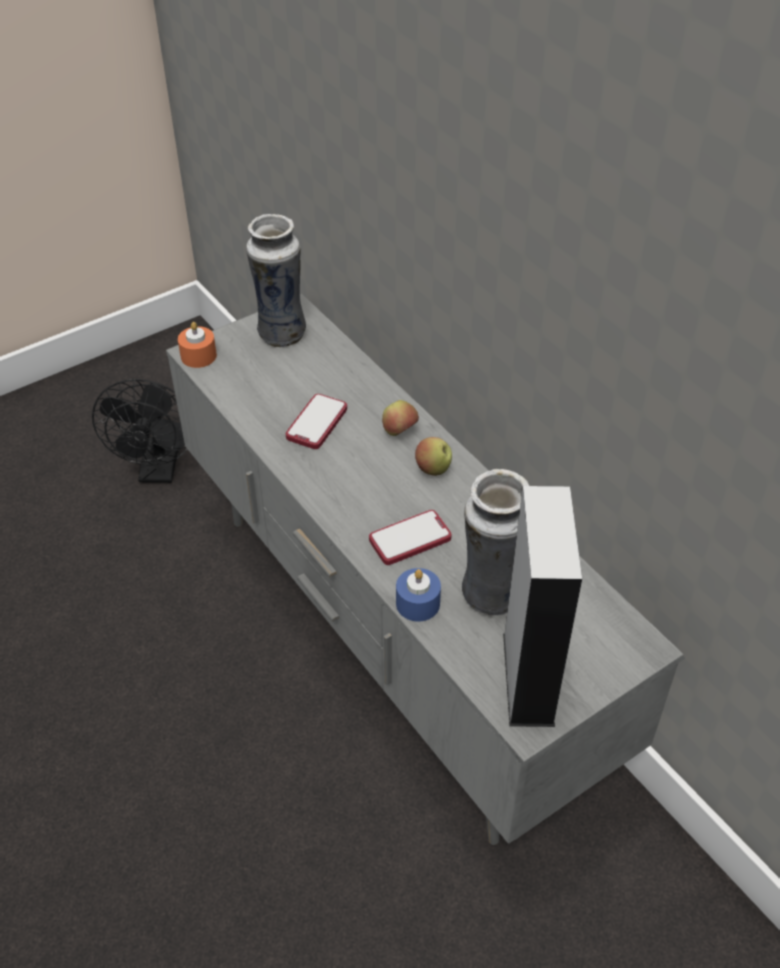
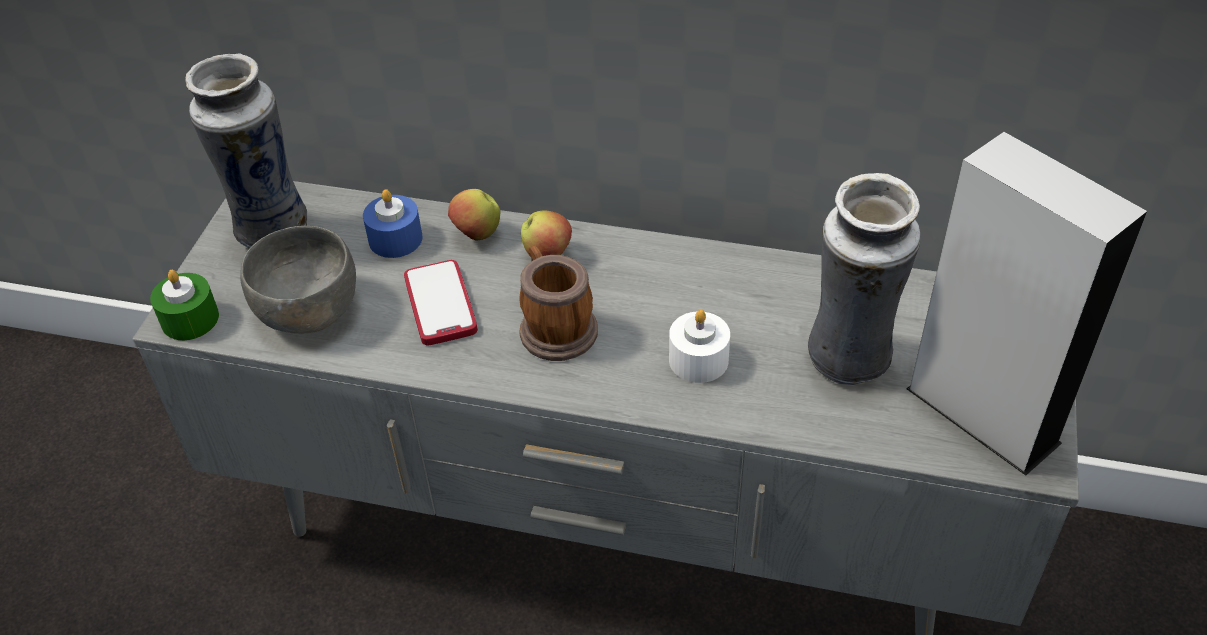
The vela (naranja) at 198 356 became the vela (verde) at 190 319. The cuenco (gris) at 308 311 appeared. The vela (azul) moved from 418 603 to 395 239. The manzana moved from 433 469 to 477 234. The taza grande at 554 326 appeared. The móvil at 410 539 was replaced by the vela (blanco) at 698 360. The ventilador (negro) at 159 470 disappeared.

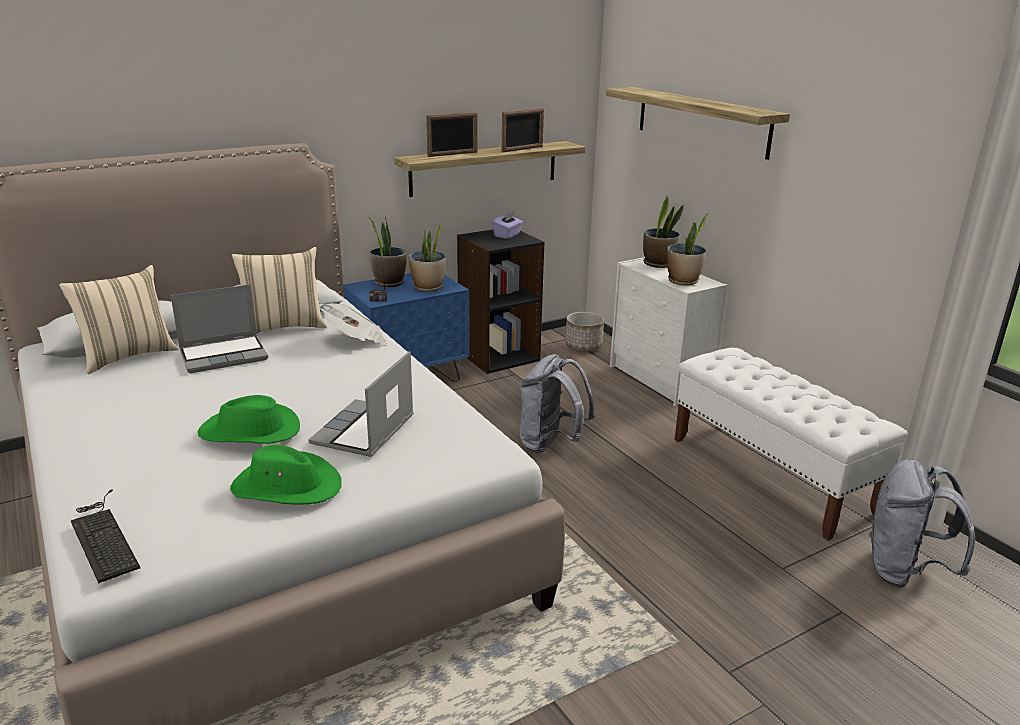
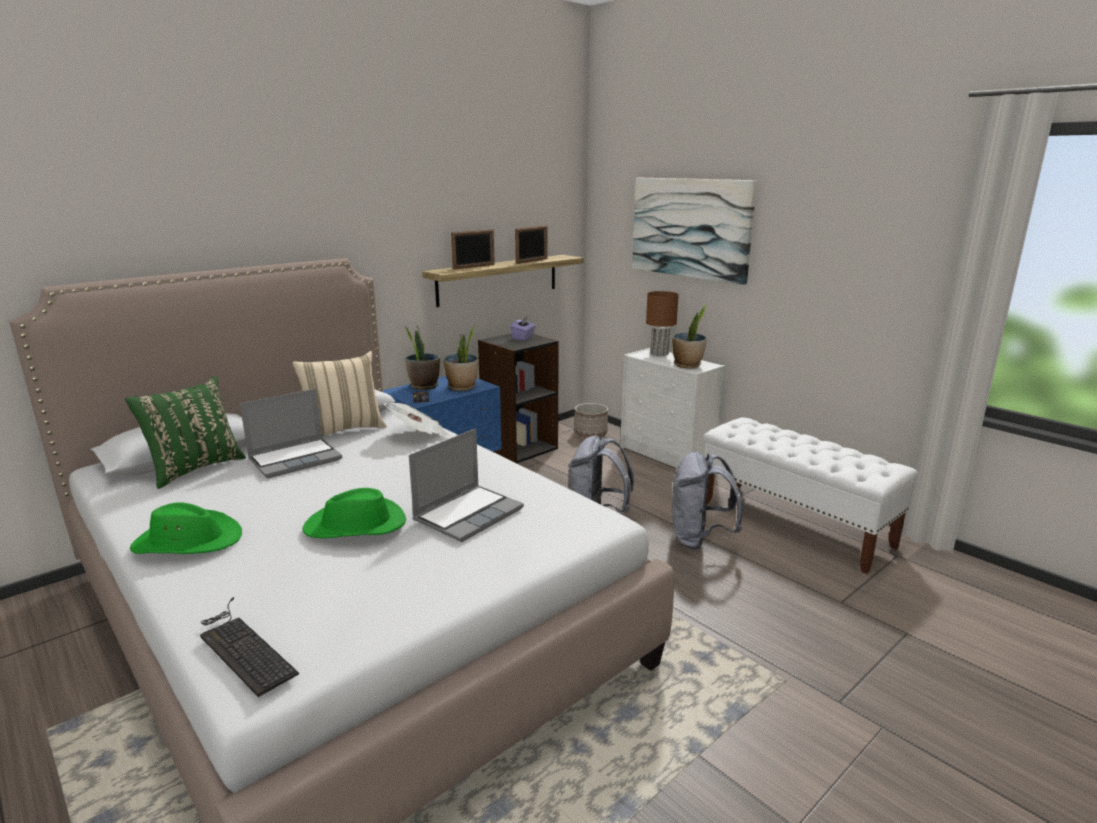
The cojín (beis) at 128 356 became the cojín (verde) at 195 469. The sombrero (verde) moved from 287 486 to 188 541. The portátil at 364 431 turned 150 degrees counterclockwise. The estante at 701 121 was replaced by the cuadro at 690 228. The planta en maceta at 658 264 was replaced by the lámpara de mesa (marrón) at 658 353. The mochila (gris) moved from 904 571 to 700 539.

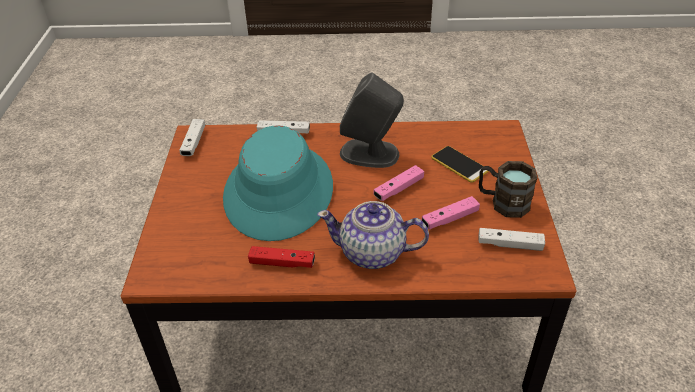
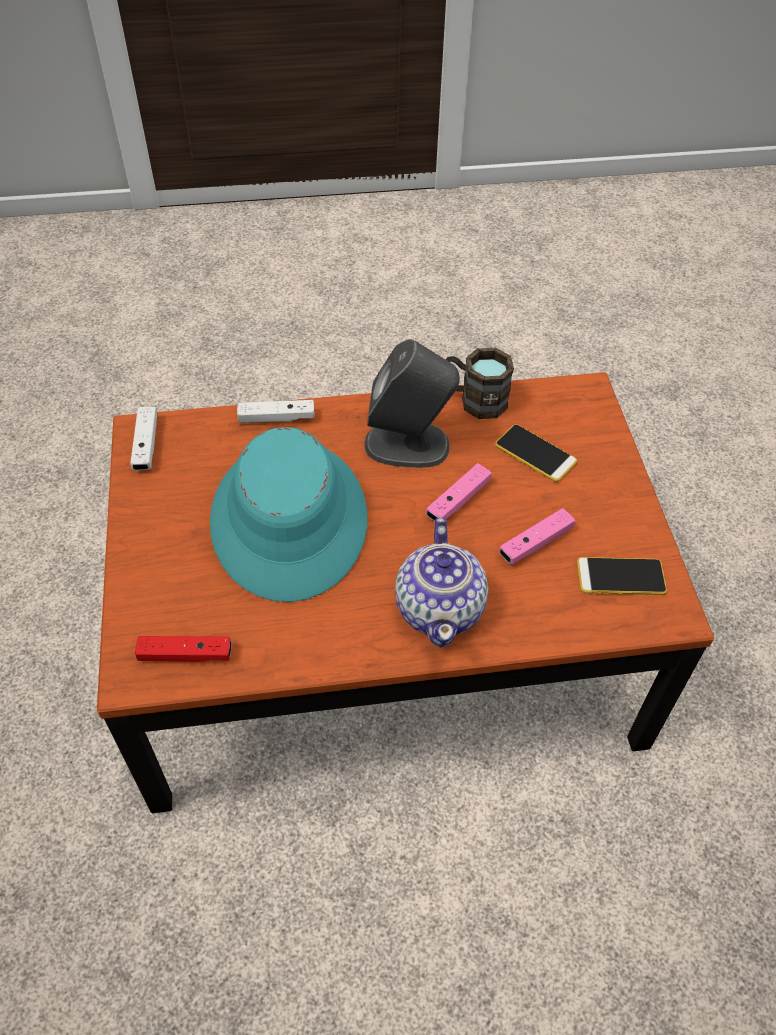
The mando de consola (rojo) moved from 282 263 to 185 655. The tetera at 373 253 turned 90 degrees counterclockwise. The taza grande (marrón) moved from 502 202 to 474 400. The mando de consola (blanco) at 510 244 was replaced by the móvil at 621 577.

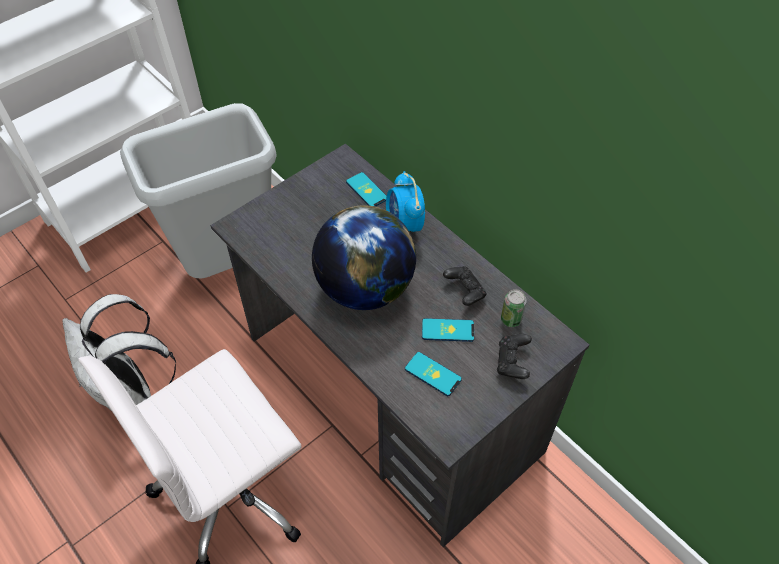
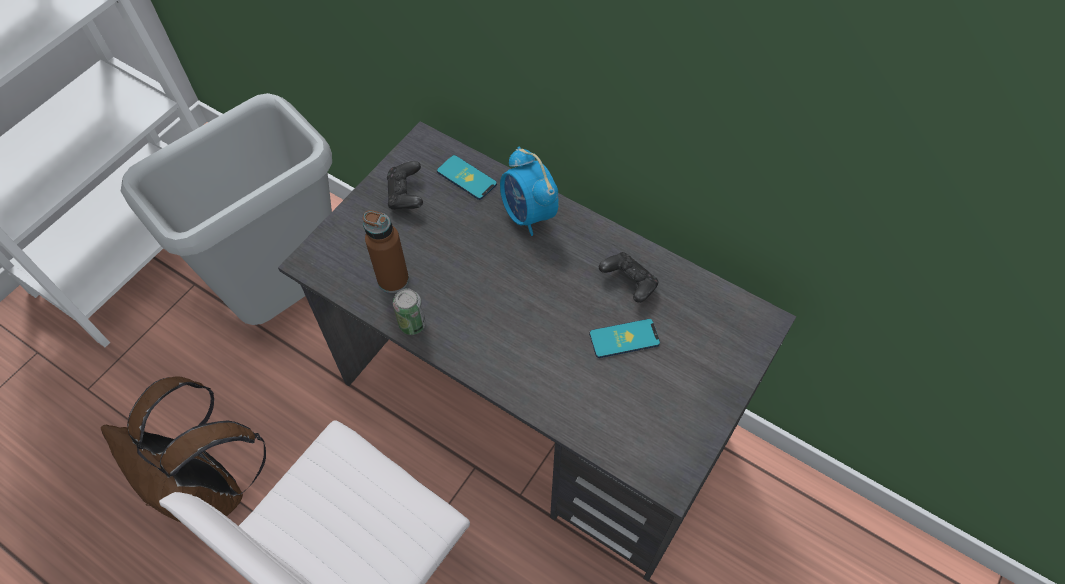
The mochila (blanco) at 131 392 became the mochila (marrón) at 211 489. The botella (marrón) at 393 280 appeared. The mando de consola (negro) moved from 512 362 to 406 195. The lata moved from 511 319 to 412 324. The globo terráqueo at 365 288 disappeared. The móvil at 433 374 disappeared.

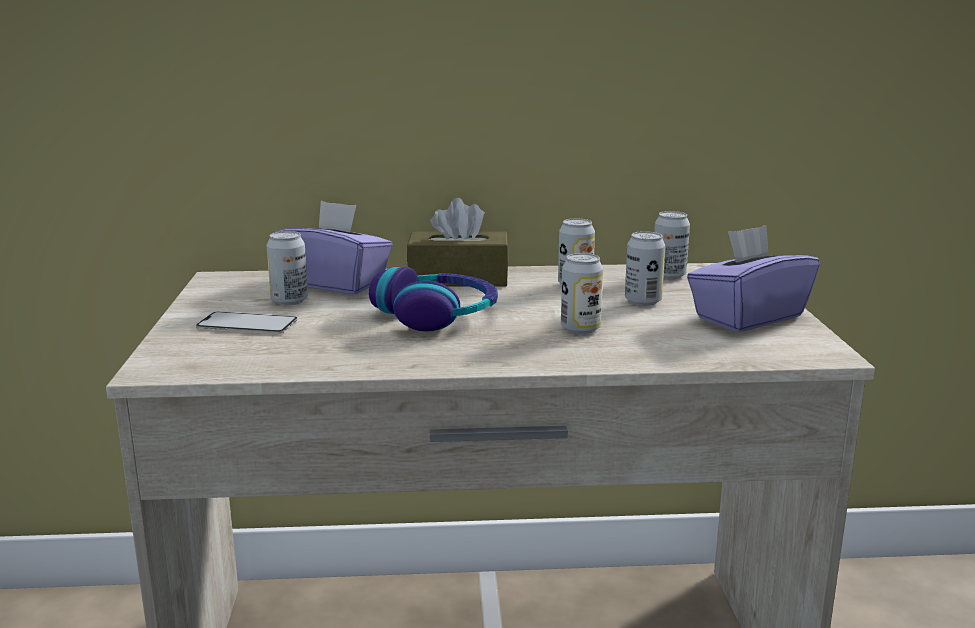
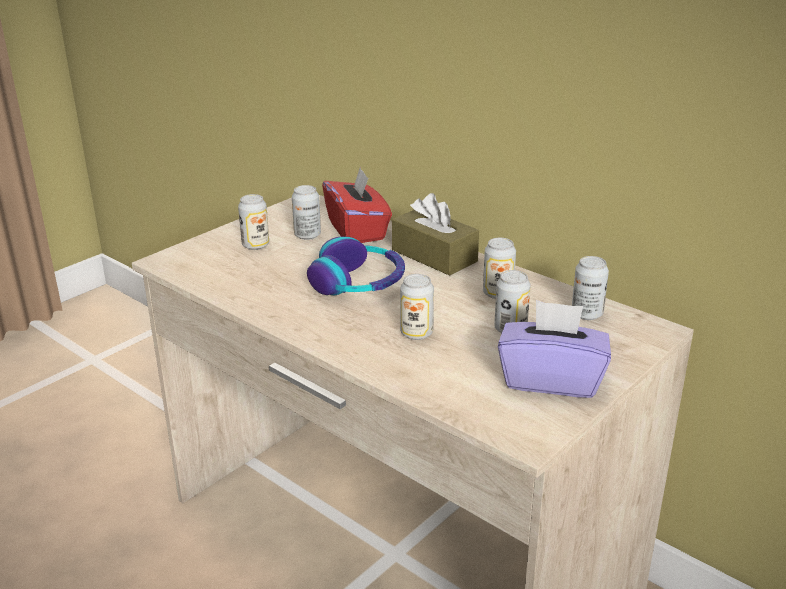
The móvil at 247 324 was replaced by the lata at 255 245. The caja de pañuelos (morado) at 336 283 became the caja de pañuelos (rojo) at 357 230.

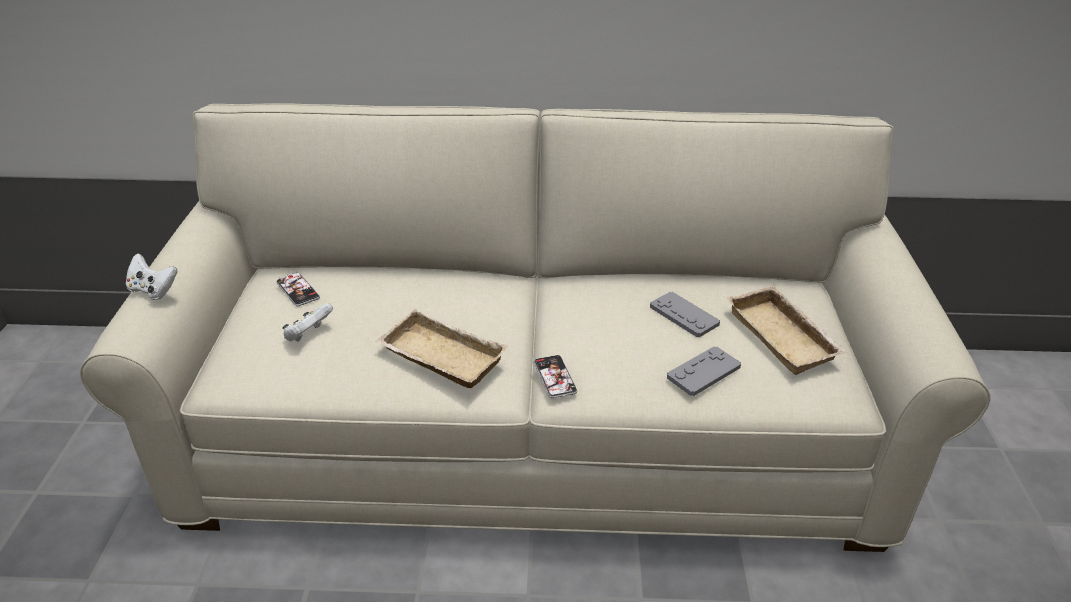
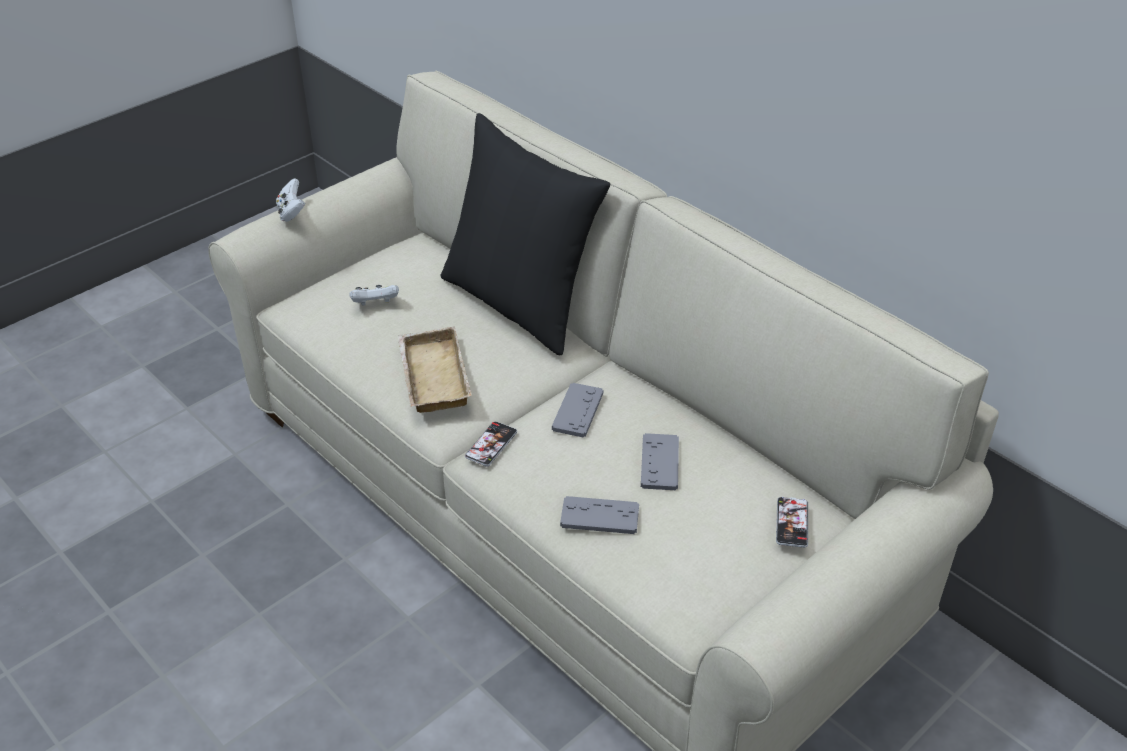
The cojín (negro) at 518 304 appeared. The mando de consola (gris) at 577 411 appeared. The móvil moved from 298 290 to 792 523. The bandeja (beis) at 785 336 disappeared.

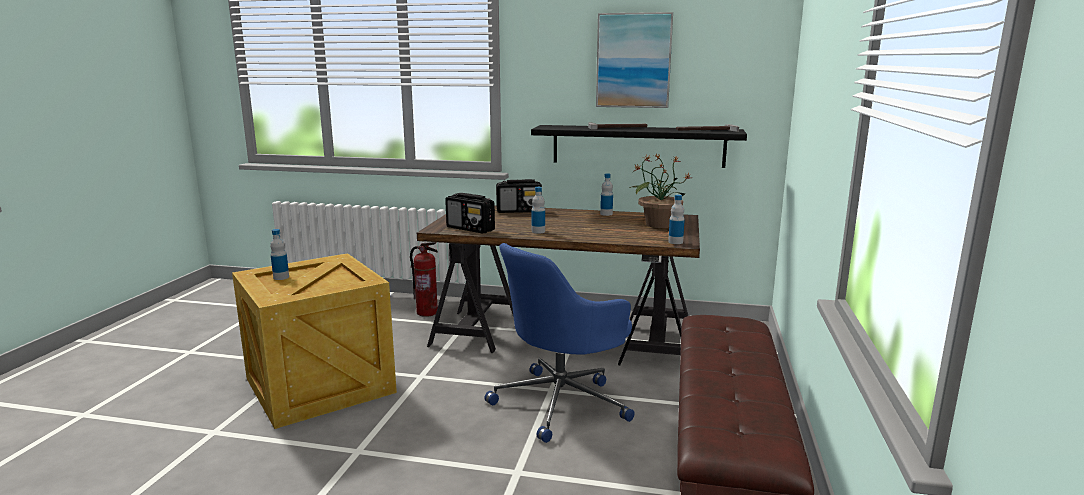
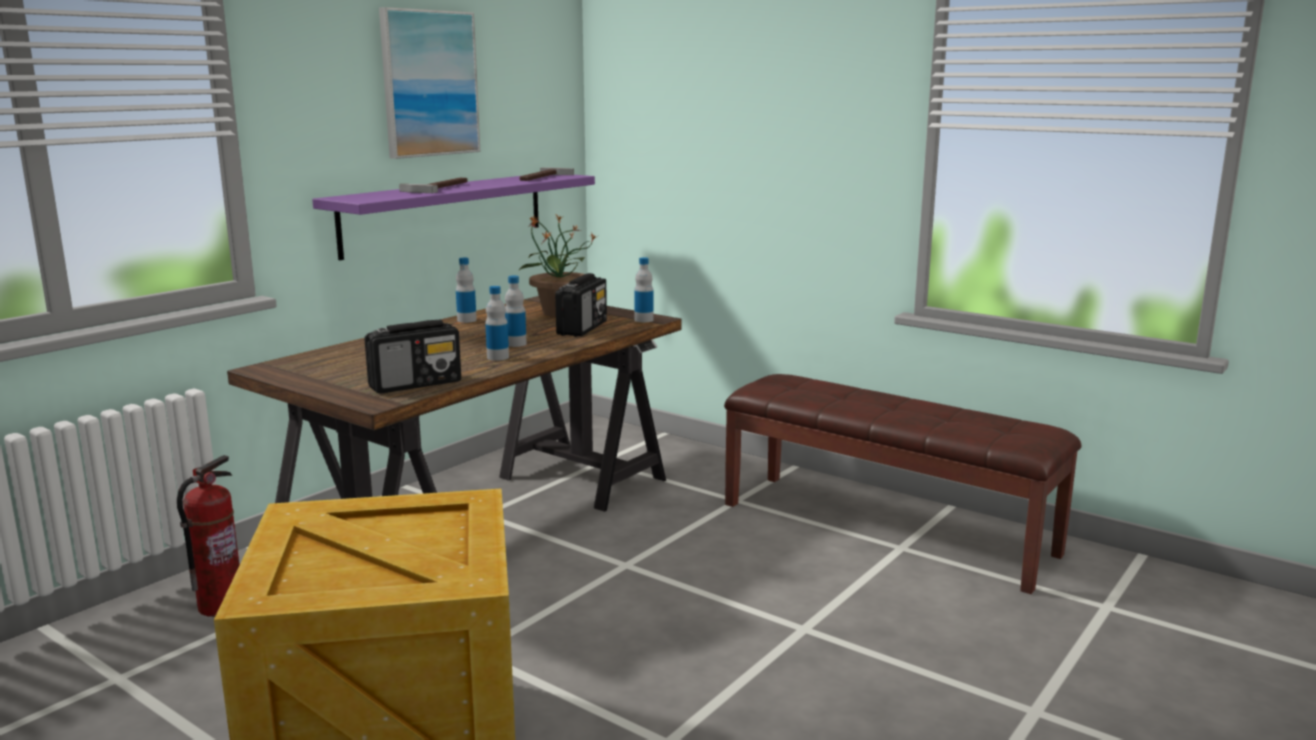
The estante (negro) at 638 146 became the estante (morado) at 445 213. The botella moved from 281 277 to 516 344. The radio moved from 519 211 to 582 328. The silla de oficina (azul) at 562 402 disappeared.

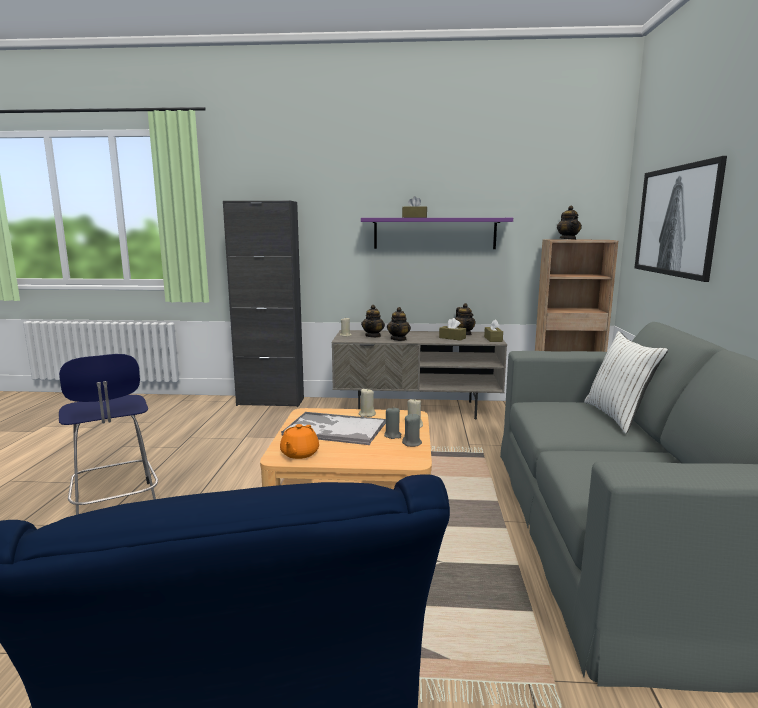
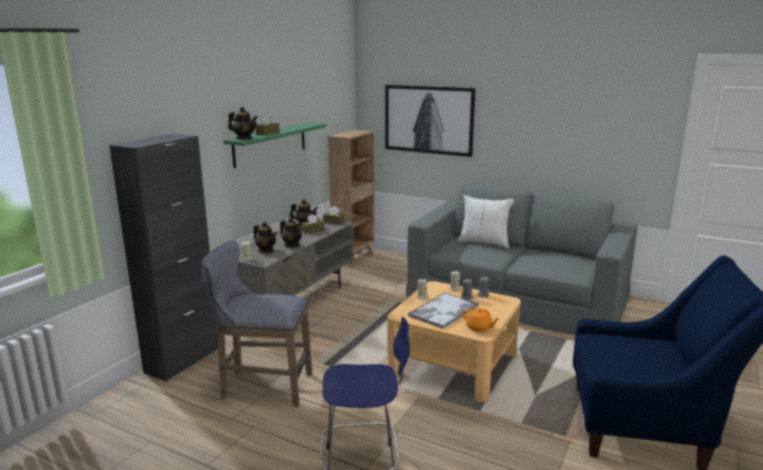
The taburete (gris) at 261 387 appeared. The estante (morado) at 434 233 became the estante (verde) at 270 144. The tetera moved from 568 239 to 244 139.

